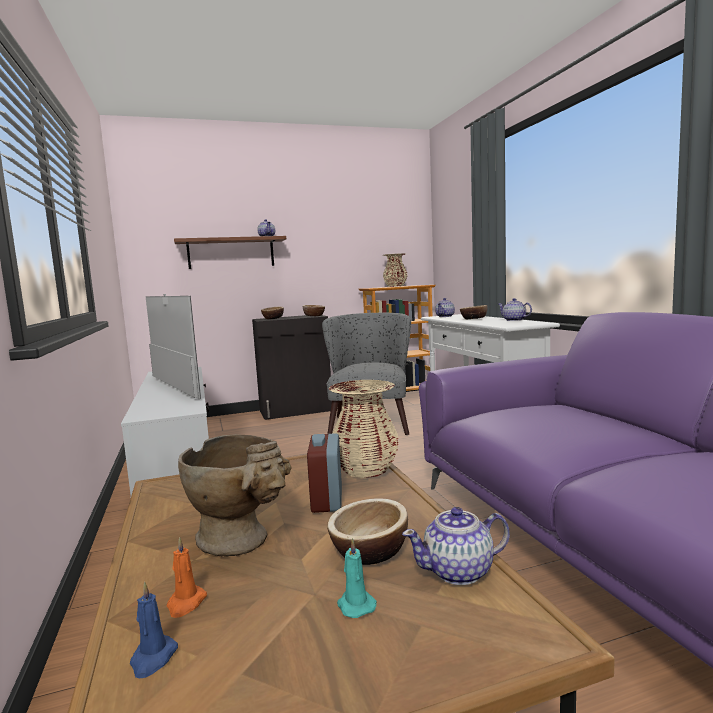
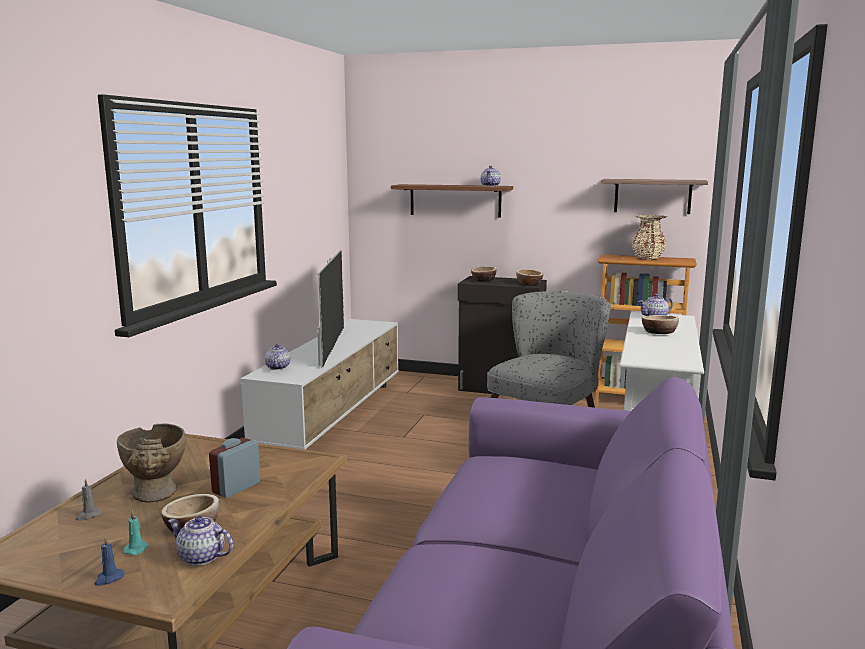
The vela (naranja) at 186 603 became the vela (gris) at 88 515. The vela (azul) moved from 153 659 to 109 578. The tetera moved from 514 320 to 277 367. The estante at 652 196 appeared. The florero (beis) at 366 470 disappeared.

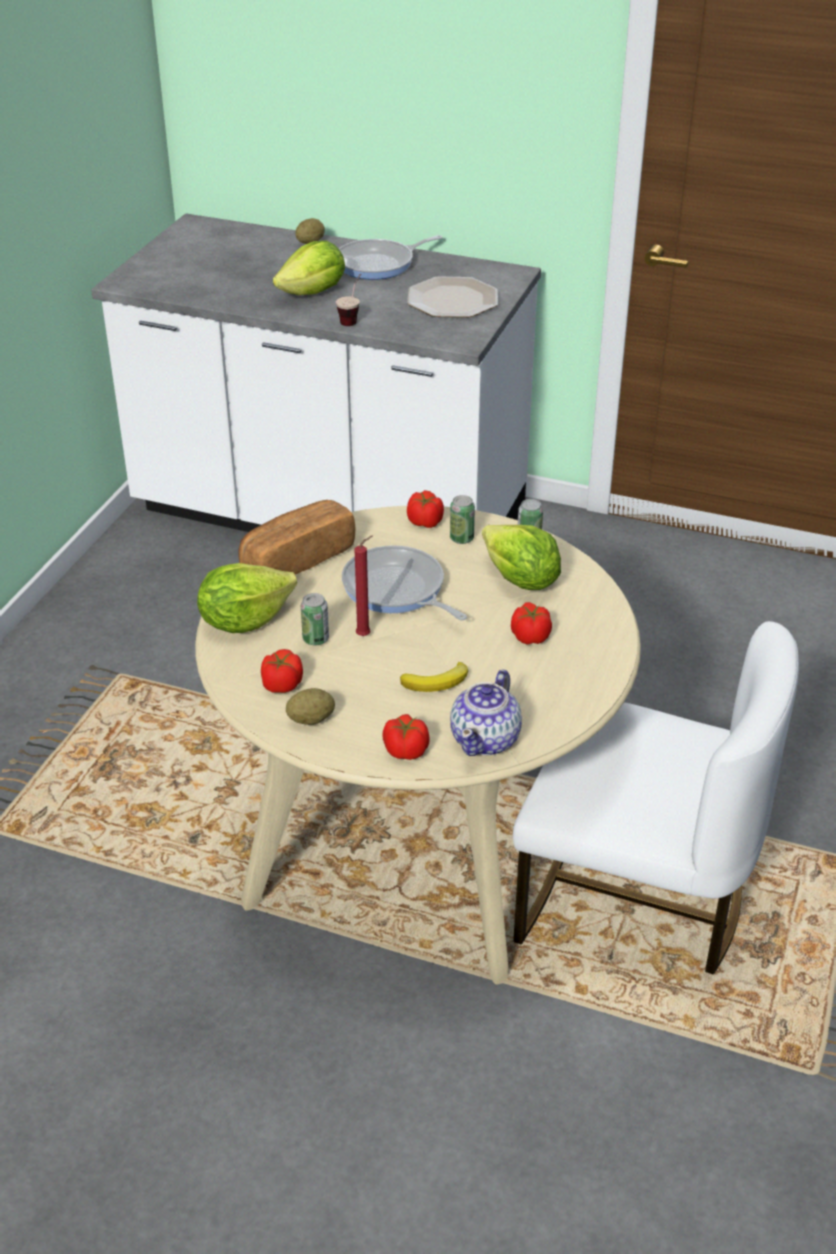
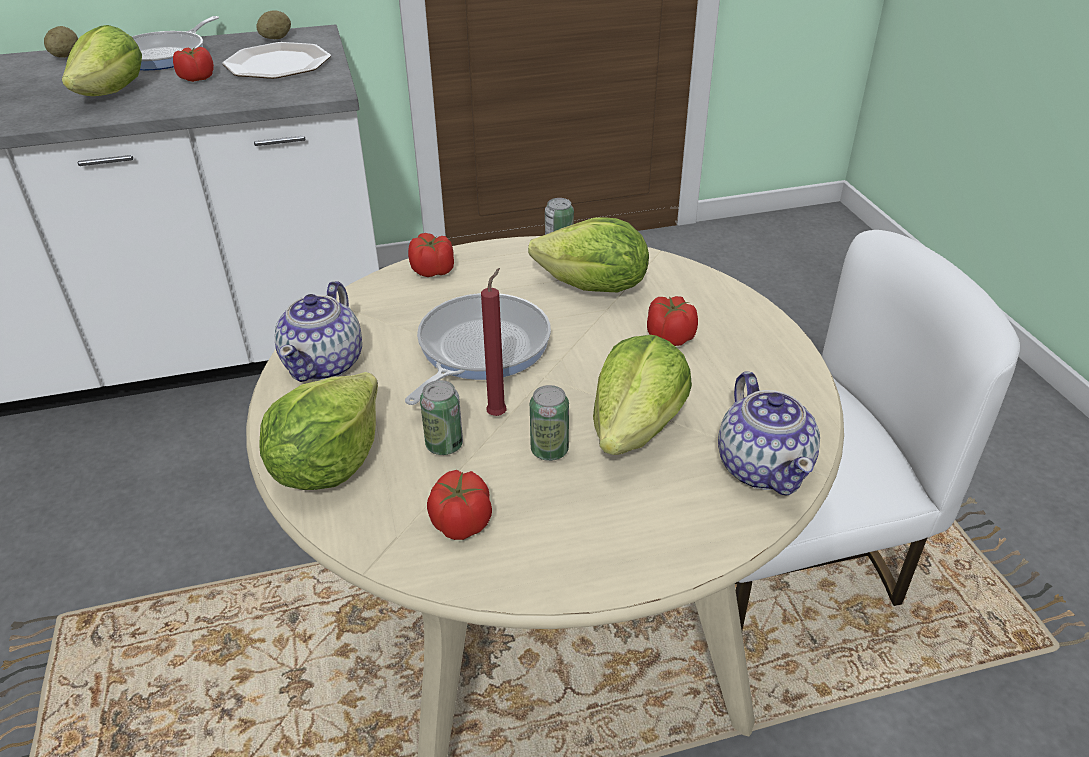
The tomate moved from 405 750 to 196 78. The patata moved from 311 719 to 276 38. The pan at 297 559 was replaced by the tetera at 325 363. The sartén at 397 590 turned 105 degrees clockwise. The lata moved from 461 538 to 549 450. The plátano at 437 682 was replaced by the lechuga at 637 428. The taza at 352 319 disappeared.

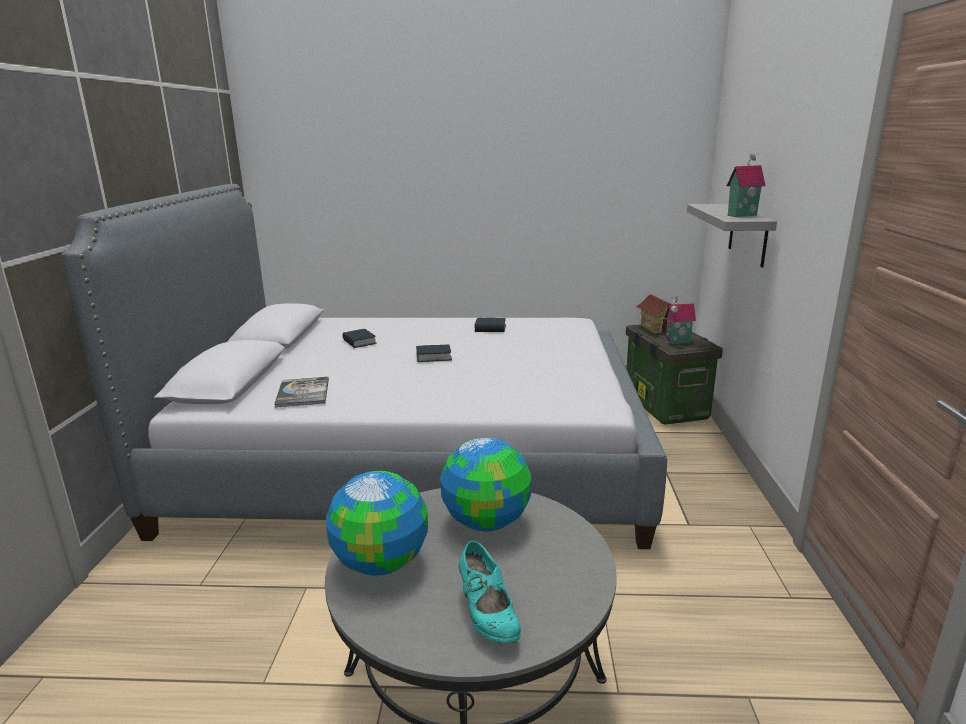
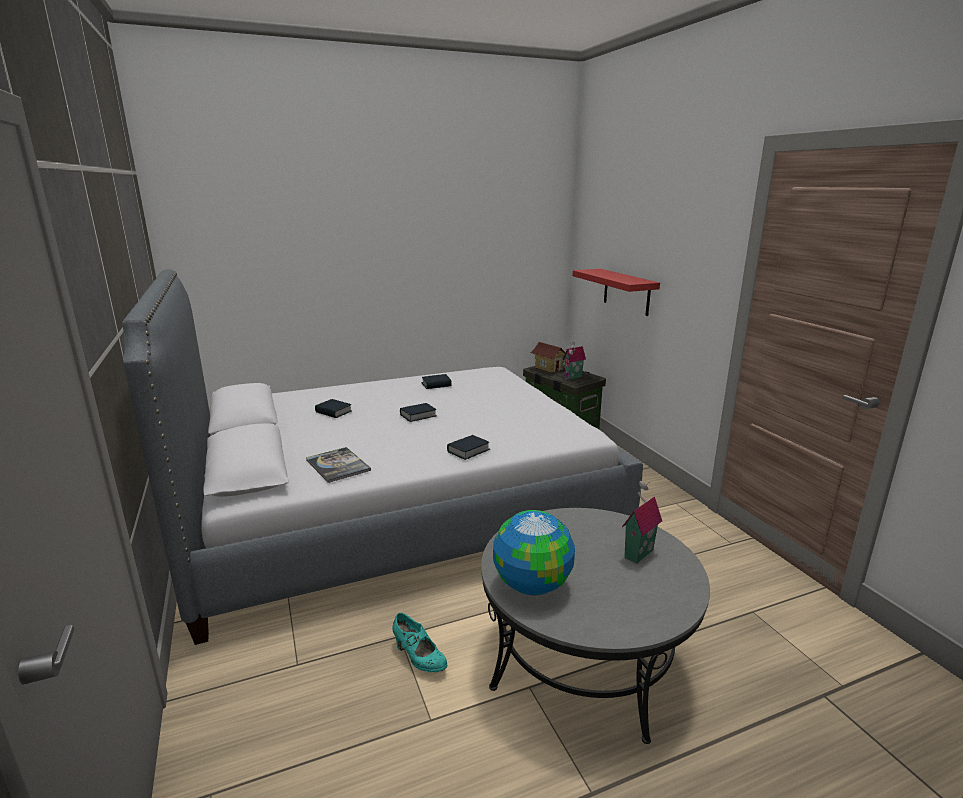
The zapato (turquesa) moved from 487 616 to 419 658. The libro at 468 451 appeared. The estante (gris) at 748 234 became the estante (rojo) at 626 292. The casita moved from 741 215 to 637 552. The globo terráqueo at 487 521 disappeared.

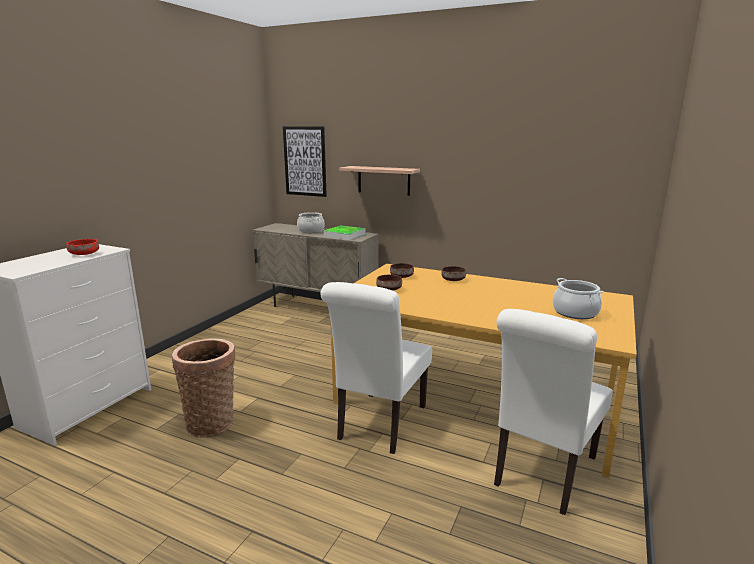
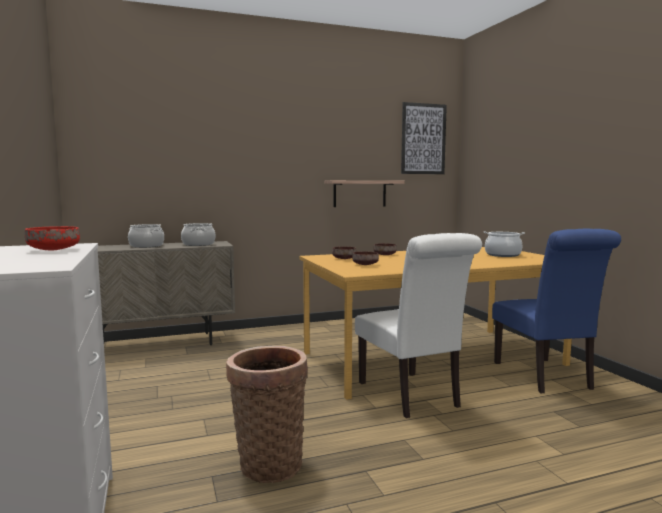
The bandeja at 344 235 was replaced by the olla at 198 244. The estante moved from 383 180 to 359 193. The cuadro moved from 305 161 to 423 139. The silla (blanco) at 542 474 became the silla (azul) at 545 377.

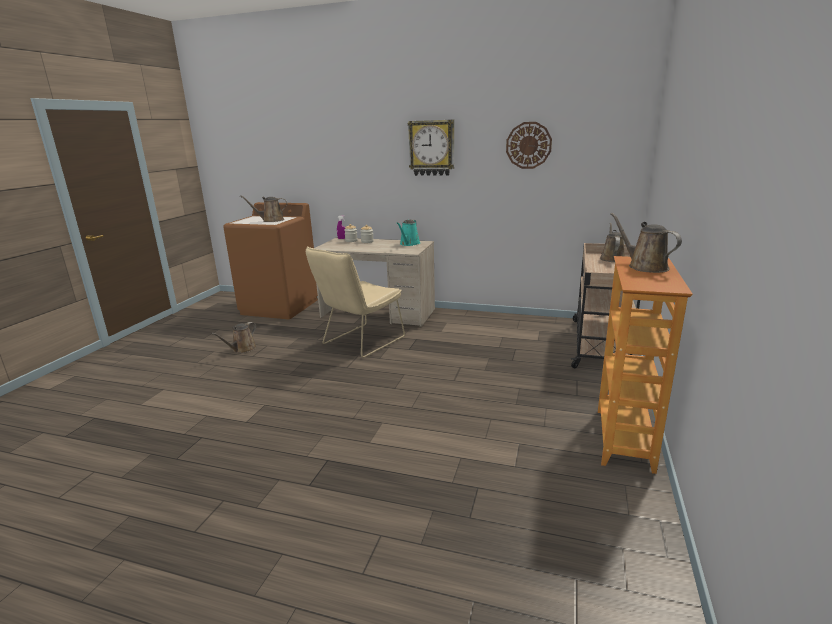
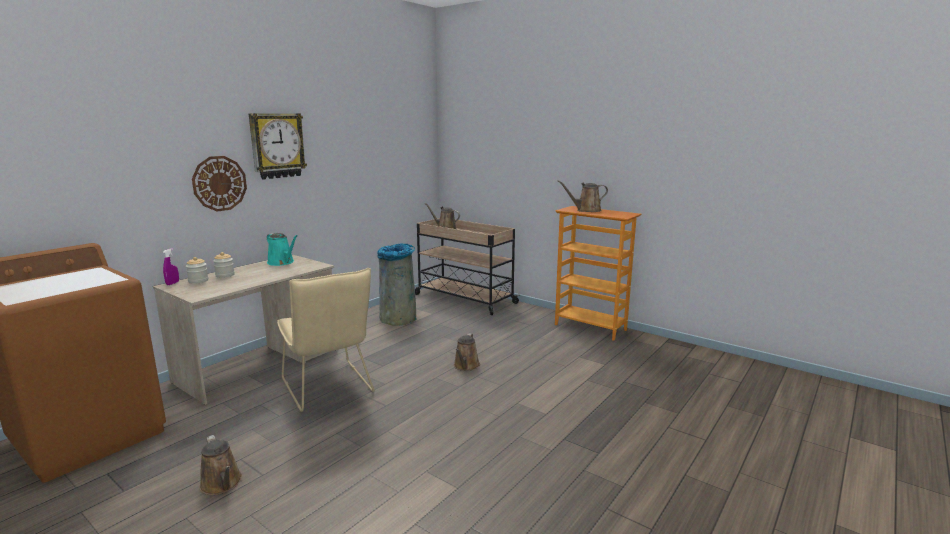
The reloj de pared moved from 528 145 to 219 183. The papelera (gris) at 398 318 appeared. The regadera (marrón) moved from 271 220 to 466 366.

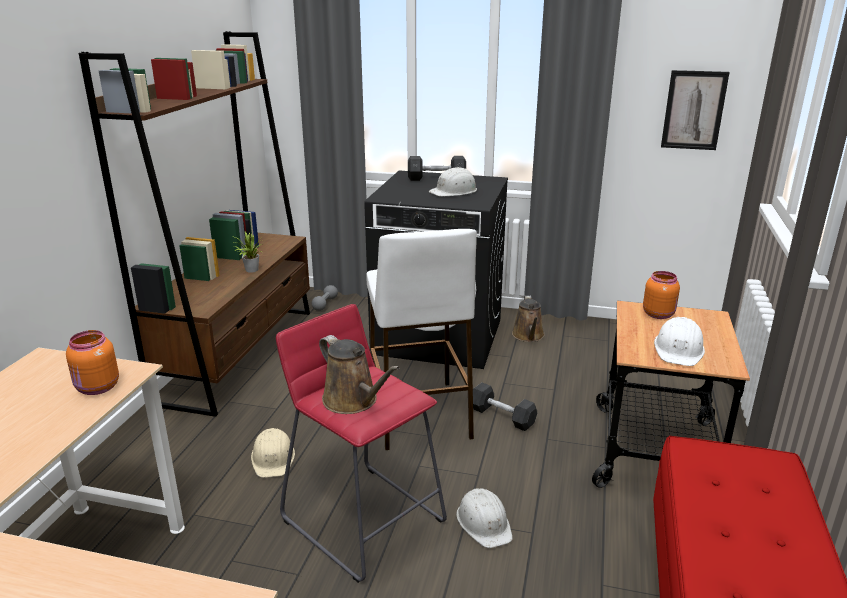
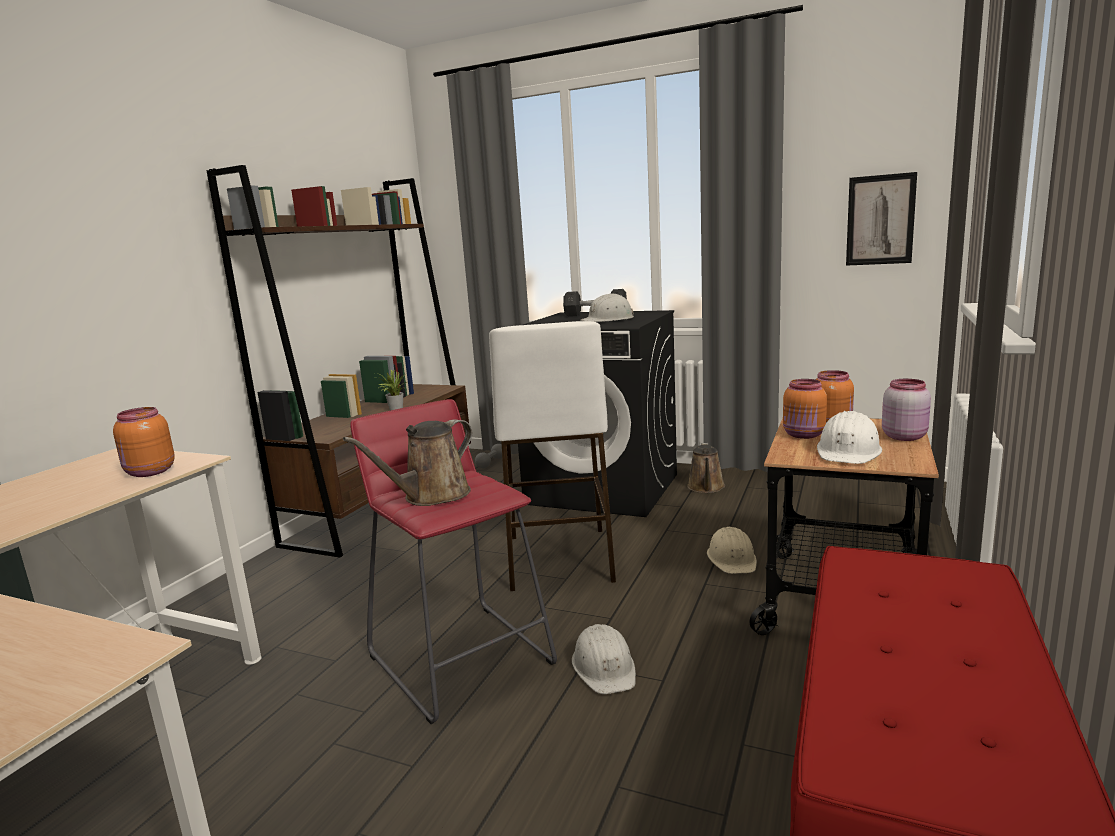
The regadera (marrón) at 353 401 turned 75 degrees clockwise. The casco (beis) moved from 273 458 to 732 559. The tarro (naranja) at 804 435 appeared. The tarro (rosa) at 904 436 appeared. The mancuerna (gris) at 502 416 disappeared.

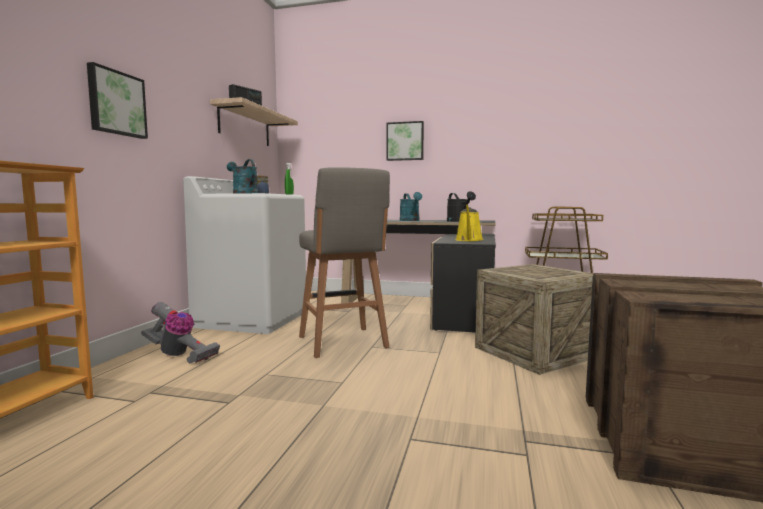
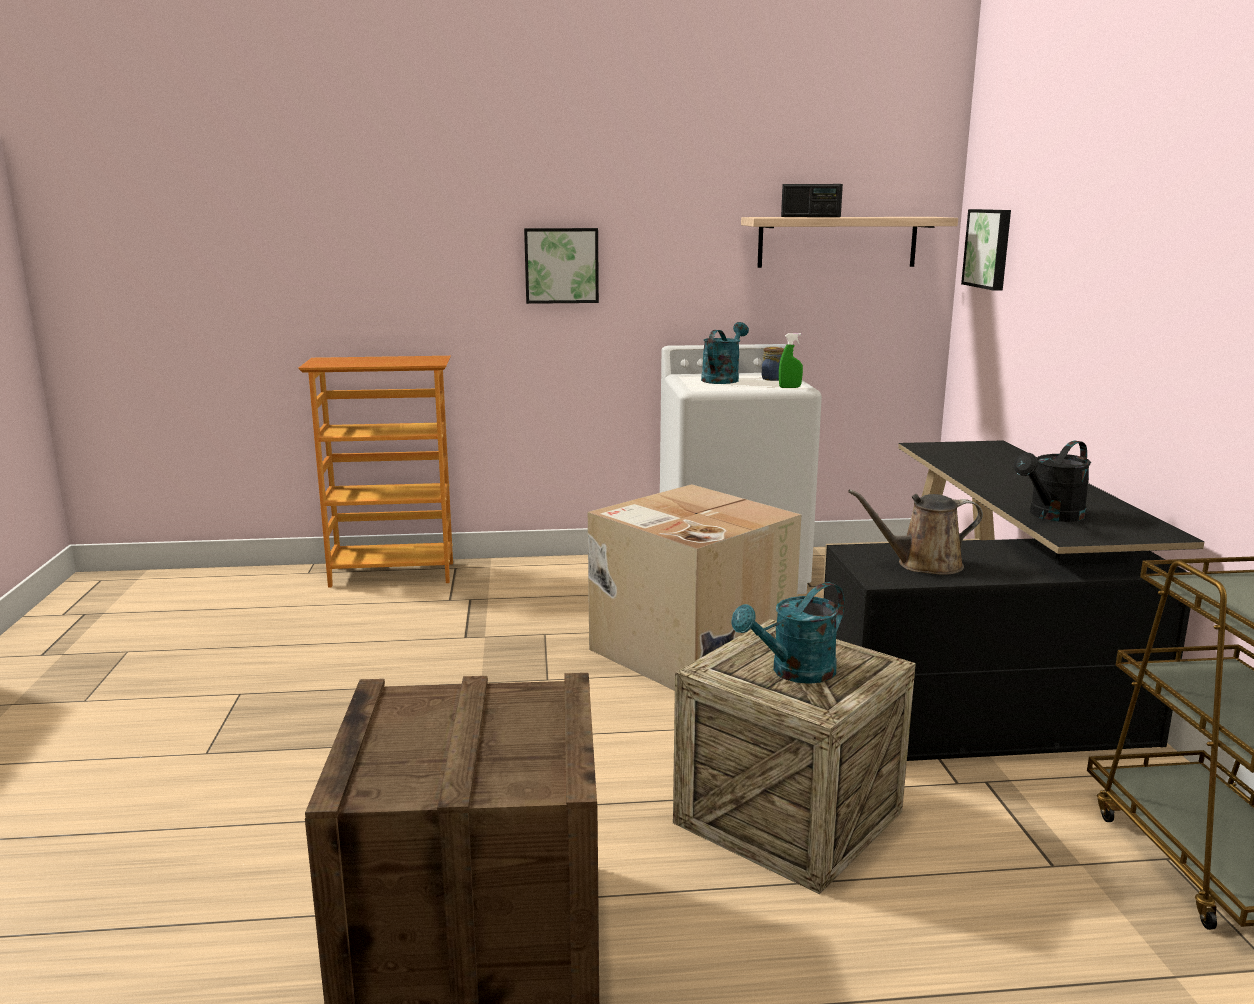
The taburete (gris) at 343 343 was replaced by the caja de cartón at 687 651. The regadera (turquesa) moved from 410 220 to 794 673. The regadera (amarillo) at 469 240 became the regadera (marrón) at 923 565. The cuadro moved from 405 141 to 989 248. The aspiradora at 179 355 disappeared.

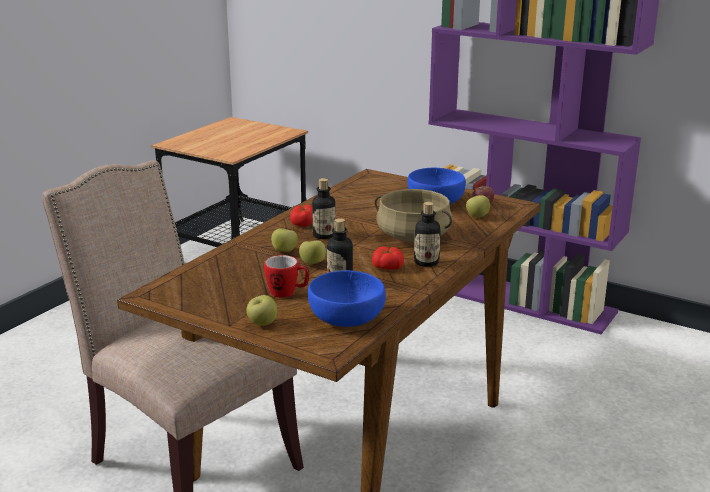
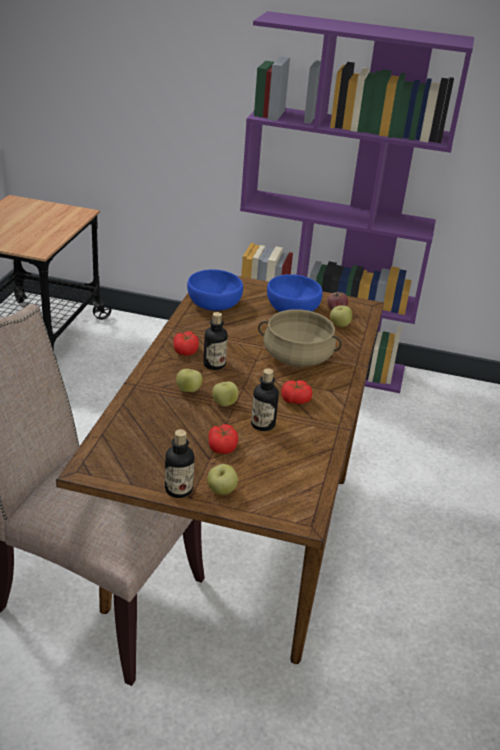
The botella moved from 426 262 to 178 489. The cuenco (azul) moved from 345 318 to 213 304. The taza grande at 287 293 was replaced by the tomate at 222 446.

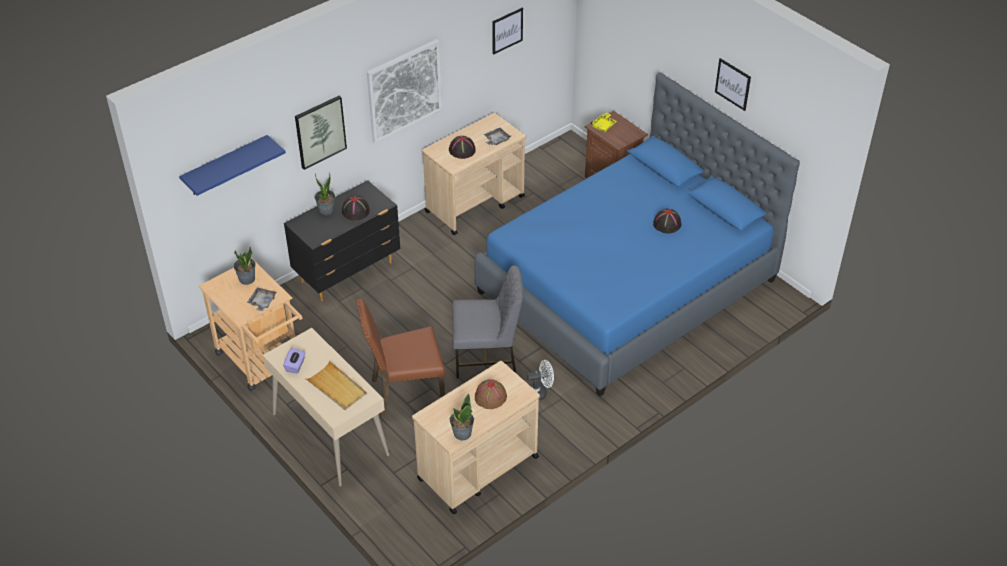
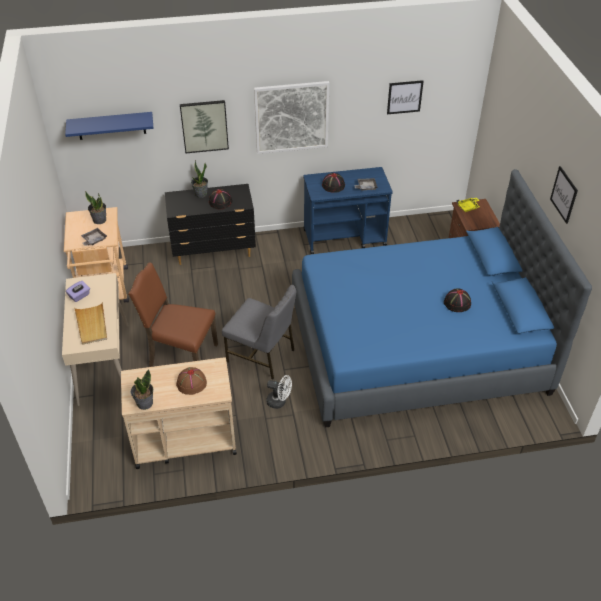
The carrito (beis) at 475 204 became the carrito (azul) at 345 237.

